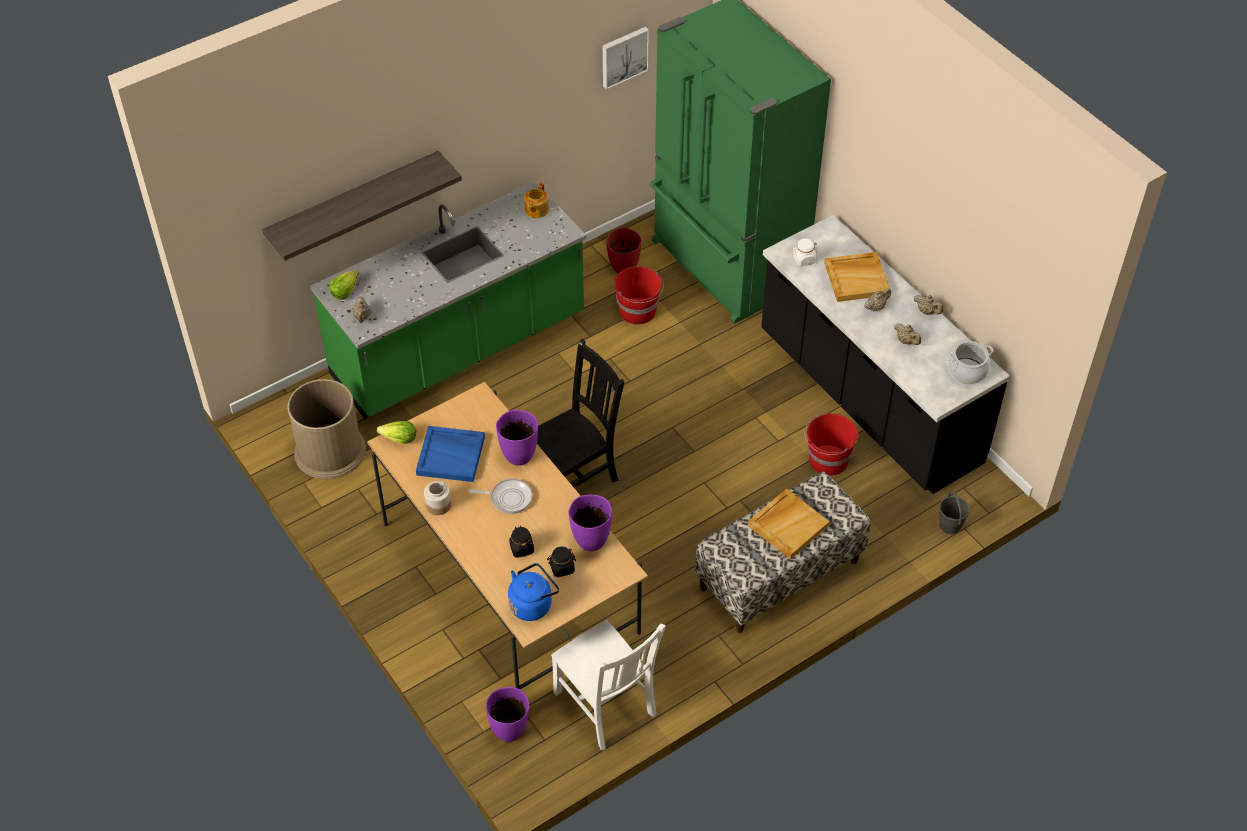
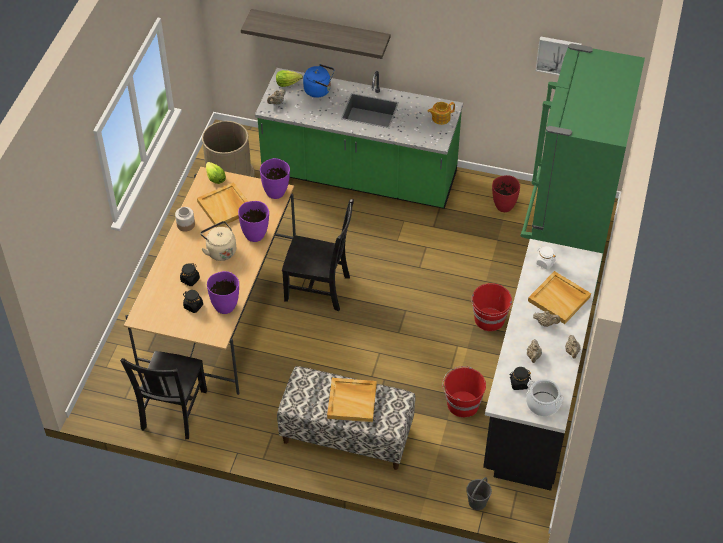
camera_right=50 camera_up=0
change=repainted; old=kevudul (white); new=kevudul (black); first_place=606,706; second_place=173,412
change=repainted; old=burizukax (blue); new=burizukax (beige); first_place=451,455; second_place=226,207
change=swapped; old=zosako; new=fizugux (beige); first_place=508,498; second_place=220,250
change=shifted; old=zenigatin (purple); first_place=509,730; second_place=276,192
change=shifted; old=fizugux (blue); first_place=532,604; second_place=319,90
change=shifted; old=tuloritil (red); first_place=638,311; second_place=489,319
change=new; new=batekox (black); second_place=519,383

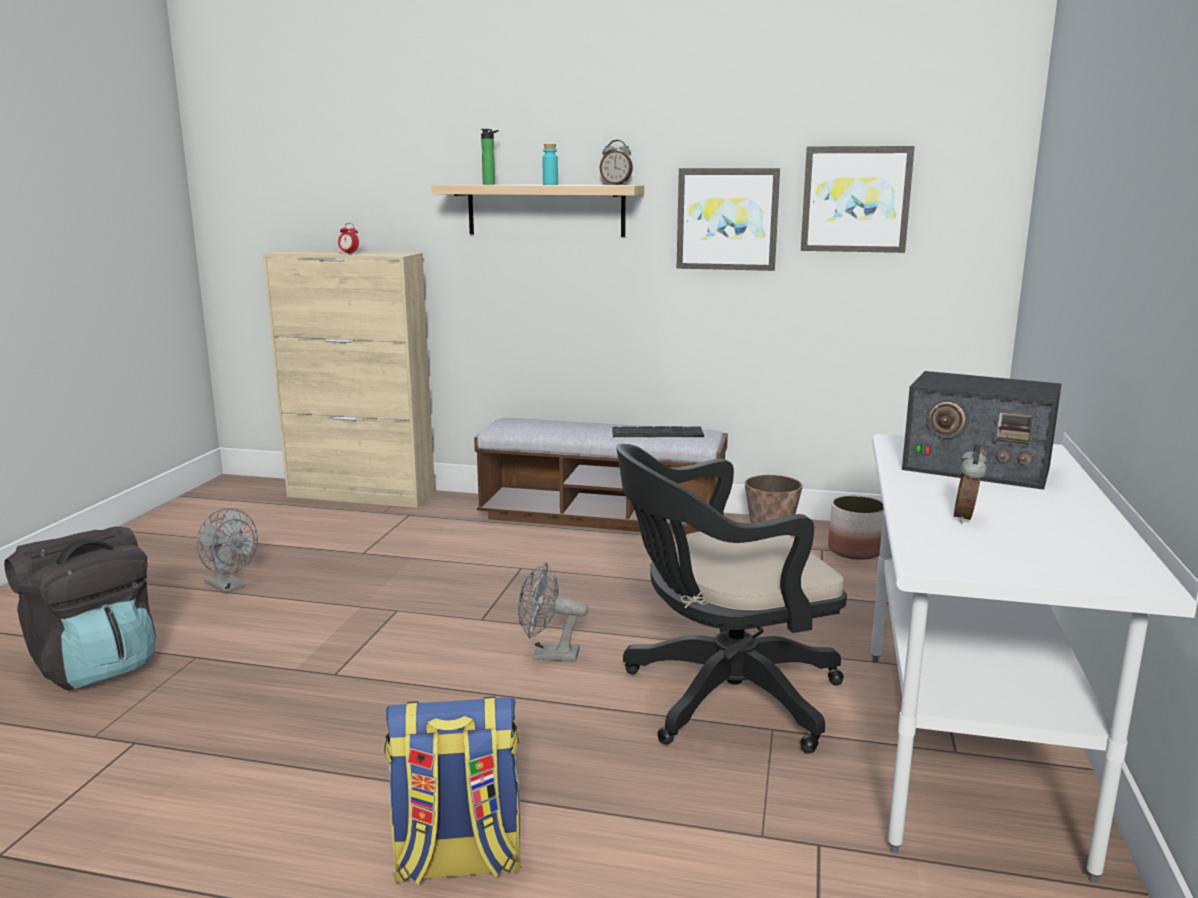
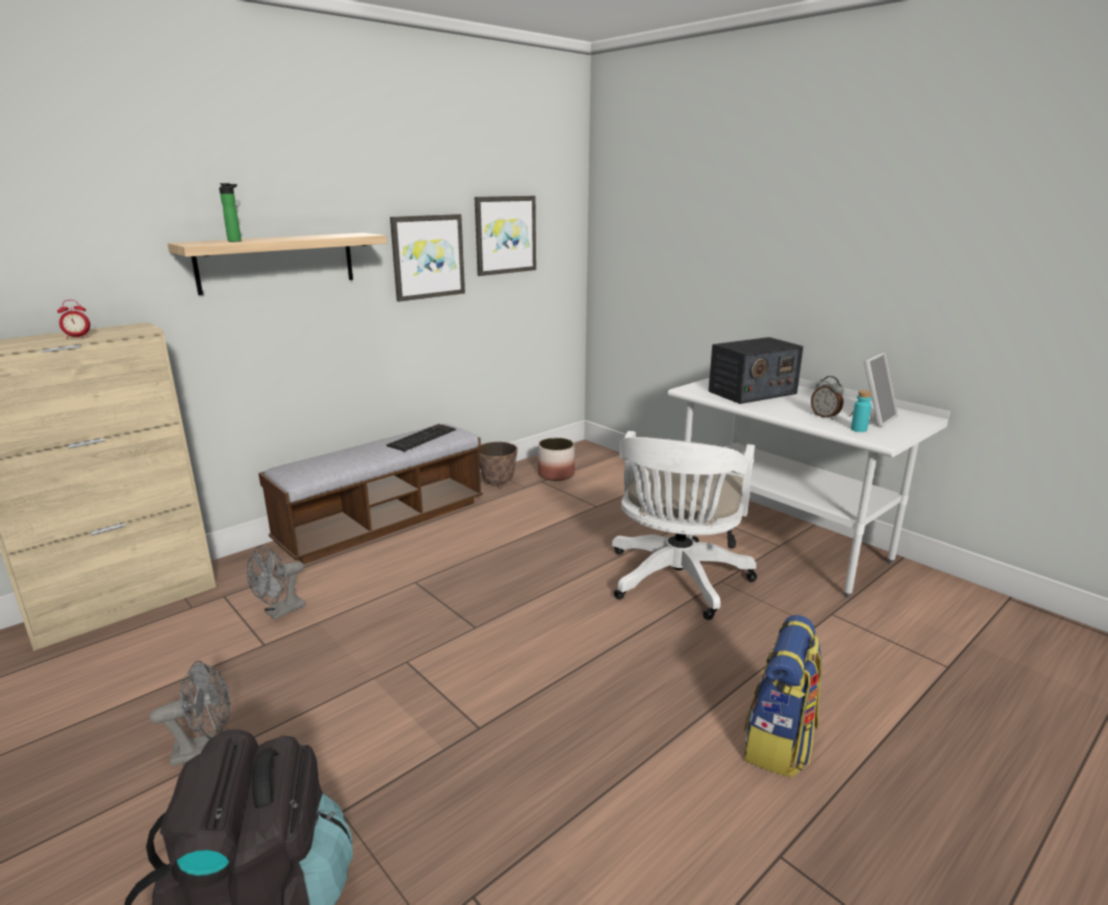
camera_right=-55 camera_up=5
change=shifted; old=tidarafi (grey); first_place=548,655; second_place=280,612
change=repainted; old=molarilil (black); new=molarilil (white); first_place=721,698; second_place=676,582
change=new; new=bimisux; second_place=872,418
change=shifted; old=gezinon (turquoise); first_place=550,184; second_place=858,429
change=gone; old=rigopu; first_place=616,184

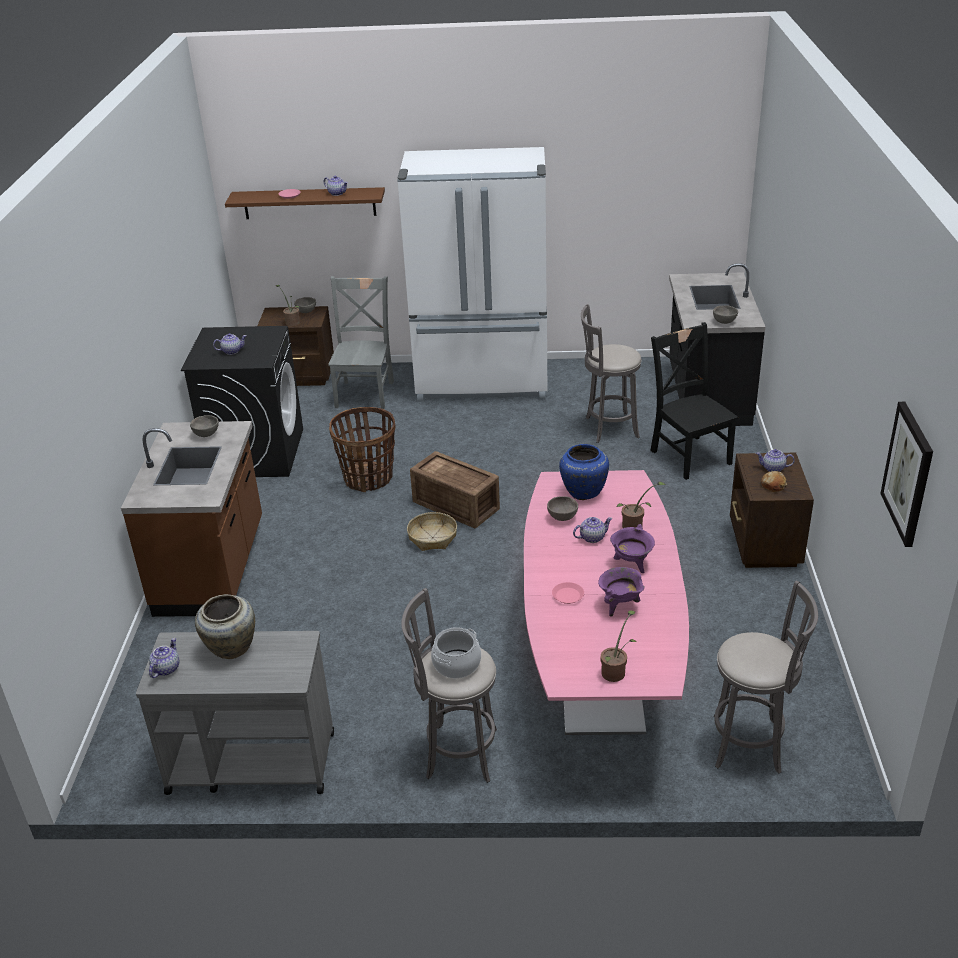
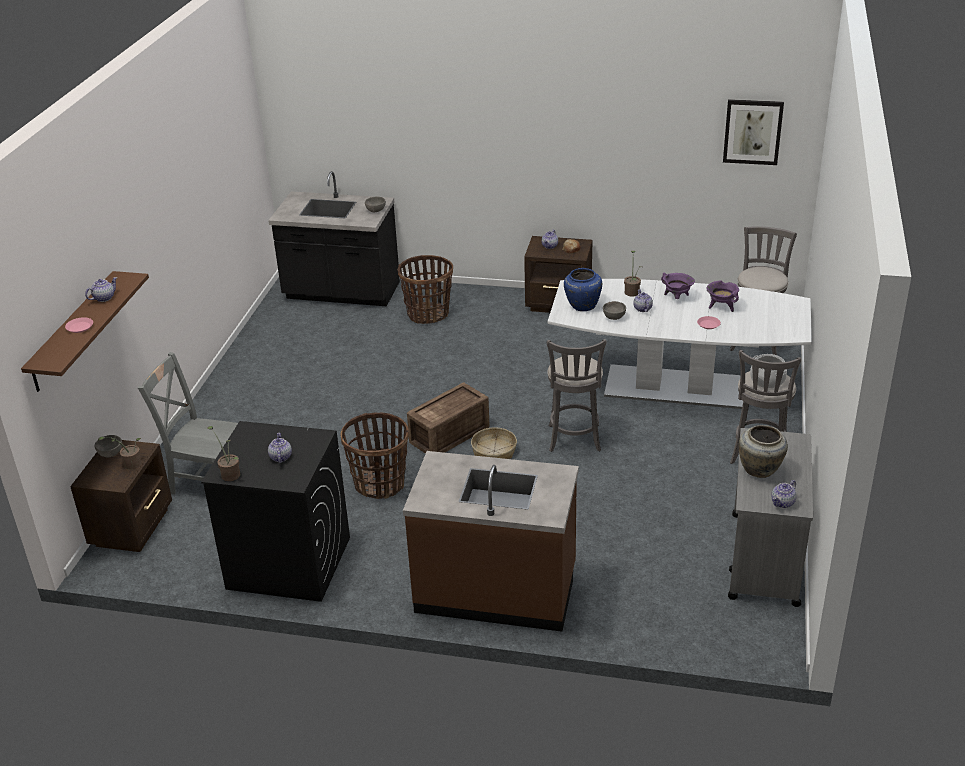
camera_right=-80 camera_up=0
change=shifted; old=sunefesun; first_place=616,671; second_place=229,473
change=swapped; old=kevudul (black); new=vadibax; first_place=689,455; second_place=428,314
change=shifted; old=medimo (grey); first_place=608,428; second_place=574,440
change=repainted; old=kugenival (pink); new=kugenival (white); first_place=599,664; second_place=674,387
change=rotated; old=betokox; first_place=166,668; second_place=783,503; degrees=-75
change=gone; old=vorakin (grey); first_place=206,434
change=gone; old=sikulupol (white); first_place=483,381

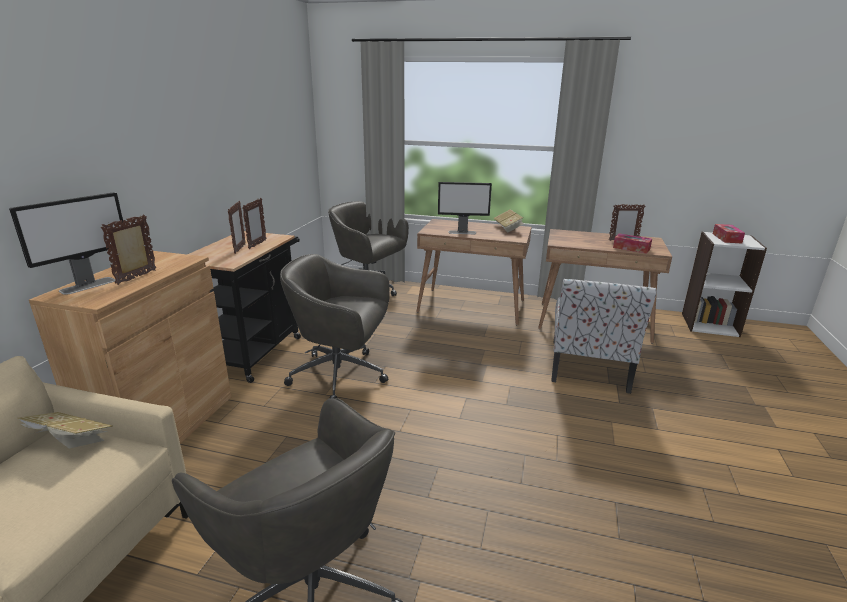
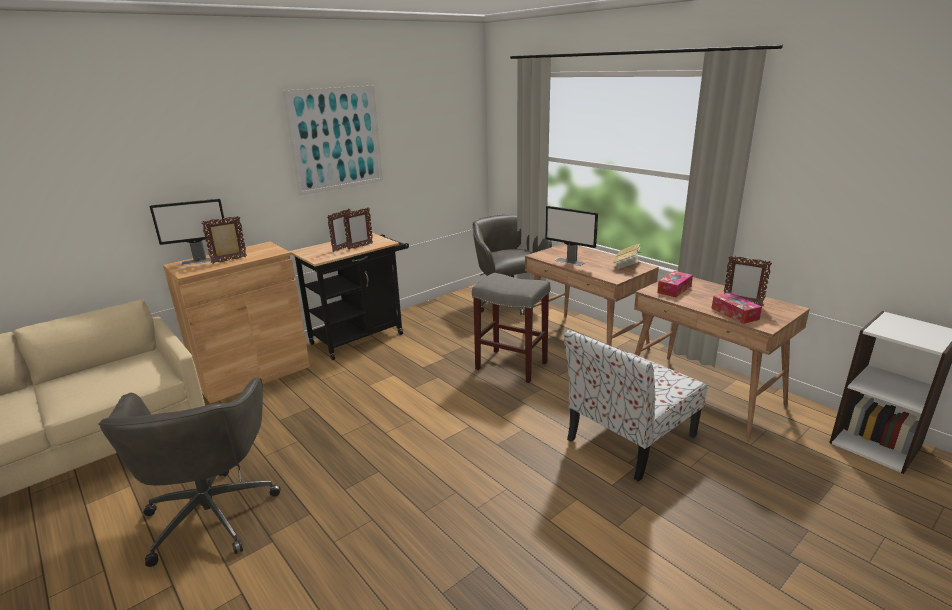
camera_right=35 camera_up=0
change=new; new=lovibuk; second_place=336,139
change=new; new=medimo (grey); second_place=510,366
change=shifted; old=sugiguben; first_place=726,238; second_place=674,289
change=gone; old=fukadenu; first_place=69,442
change=gone; old=molarilil (grey); first_place=341,375

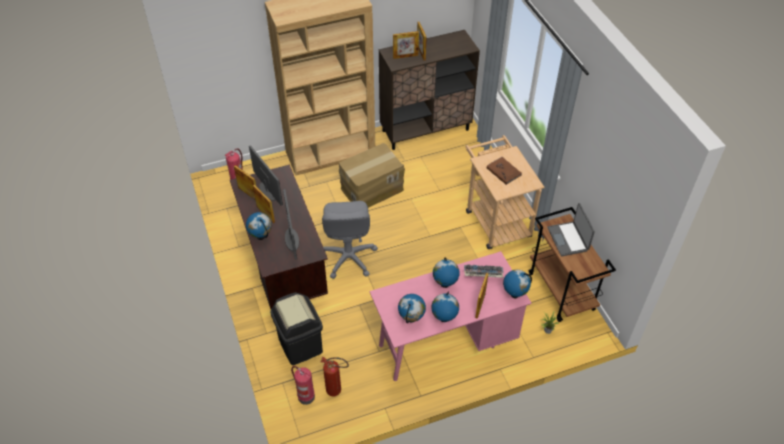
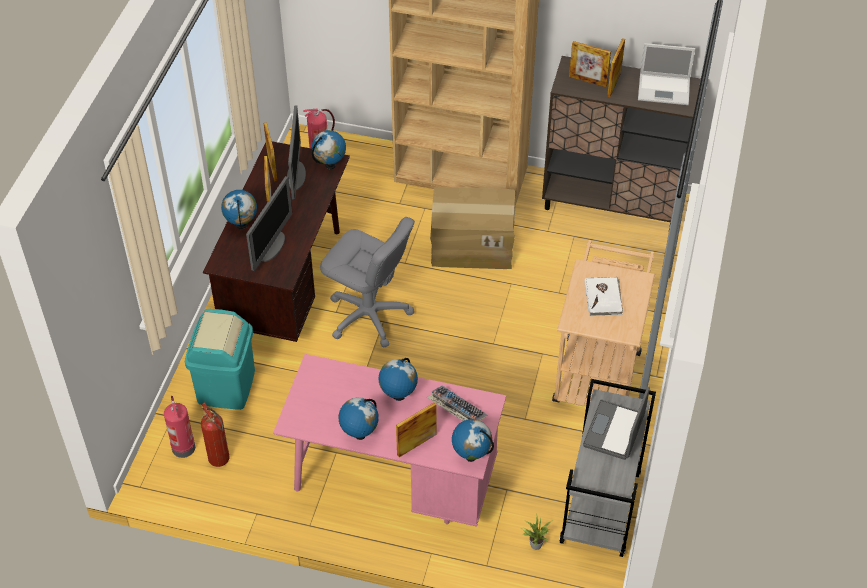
camera_right=35 camera_up=0
change=repainted; old=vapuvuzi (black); new=vapuvuzi (turquoise); first_place=300,345; second_place=226,386
change=shifted; old=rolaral; first_place=411,319; second_place=330,165
change=rotated; old=molarilil (grey); first_place=348,258; second_place=369,316; degrees=-90
change=repainted; old=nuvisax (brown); new=nuvisax (grey); first_place=561,291; second_place=601,508
change=repainted; old=fukadenu (brown); new=fukadenu (white); first_place=504,171; second_place=603,298
change=new; new=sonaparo; second_place=665,89

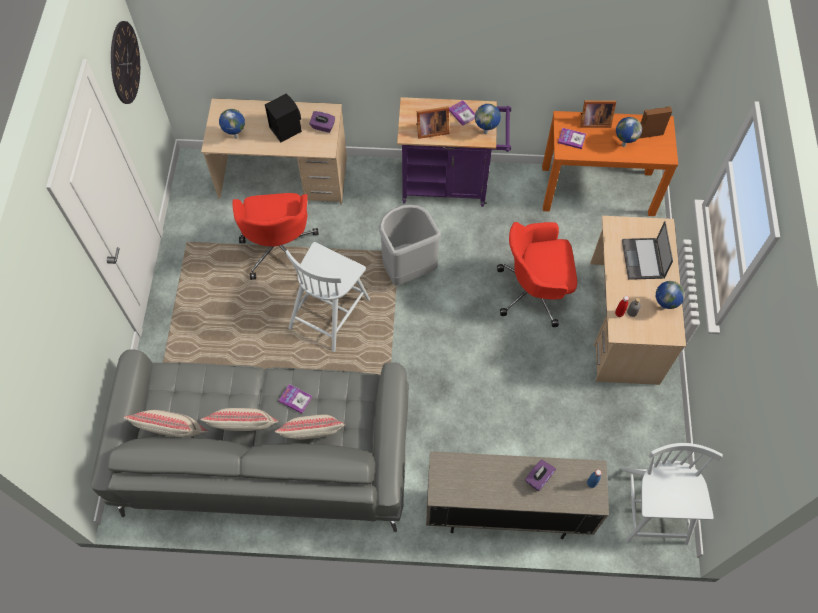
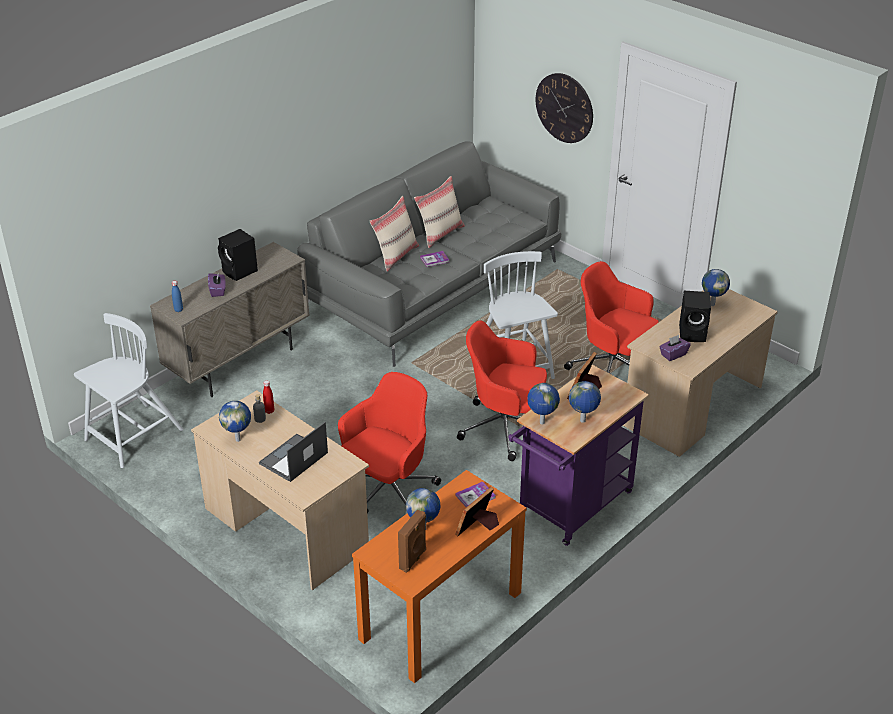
camera_right=130 camera_up=-25
change=rotated; old=kevudul (white); first_place=654,507; second_place=132,436; degrees=-90
change=new; new=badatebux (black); second_place=240,272
change=rotated; old=sonaparo; first_place=643,259; second_place=293,459; degrees=-90
change=swapped; old=vapuvuzi (grey); new=molarilil (red); first_place=407,269; second_place=504,428
change=shifted; old=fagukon; first_place=124,62; second_place=564,108
change=swapped; old=fukadenu; new=rolaral; first_place=462,113; second_place=583,421
change=gone; old=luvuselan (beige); first_place=174,434

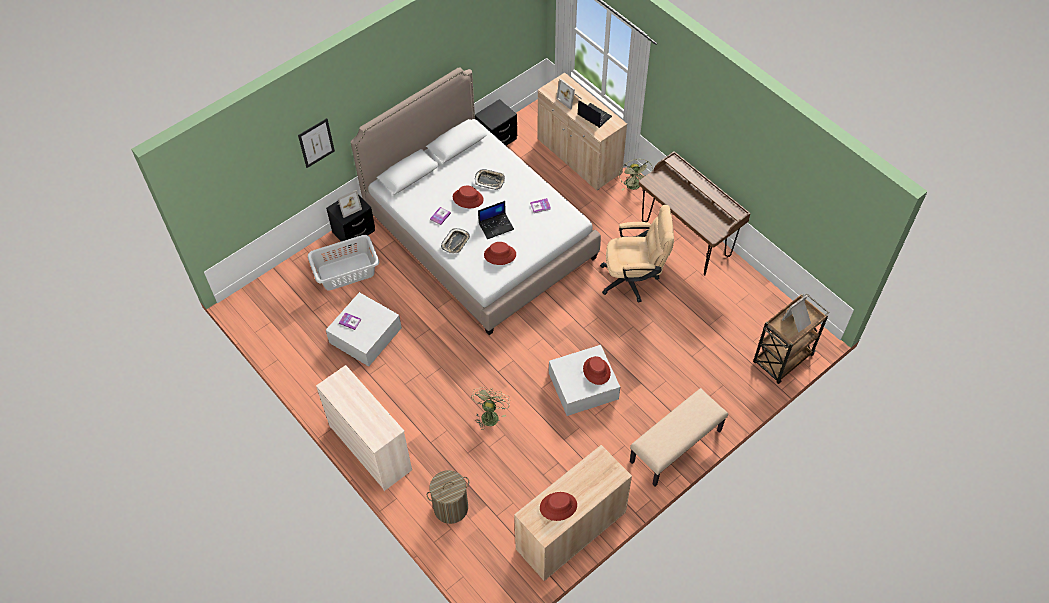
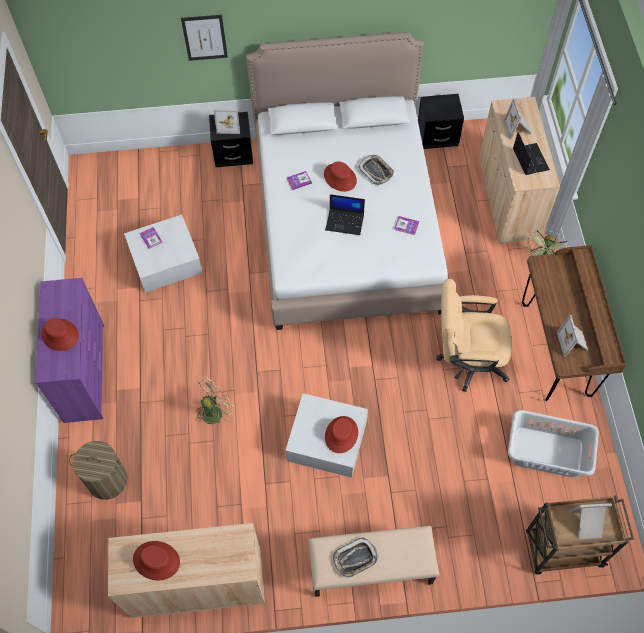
camera_right=35 camera_up=5
change=repainted; old=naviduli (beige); new=naviduli (purple); first_place=371,448; second_place=85,373
change=shifted; old=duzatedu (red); first_place=500,255; second_place=60,335
change=shifted; old=burizukax; first_place=455,242; second_place=355,559
change=rotated; old=molarilil (beige); first_place=634,279; second_place=466,360; degrees=150
change=shifted; old=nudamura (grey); first_place=346,272; second_place=547,453
change=new; new=bimisux; second_place=573,342

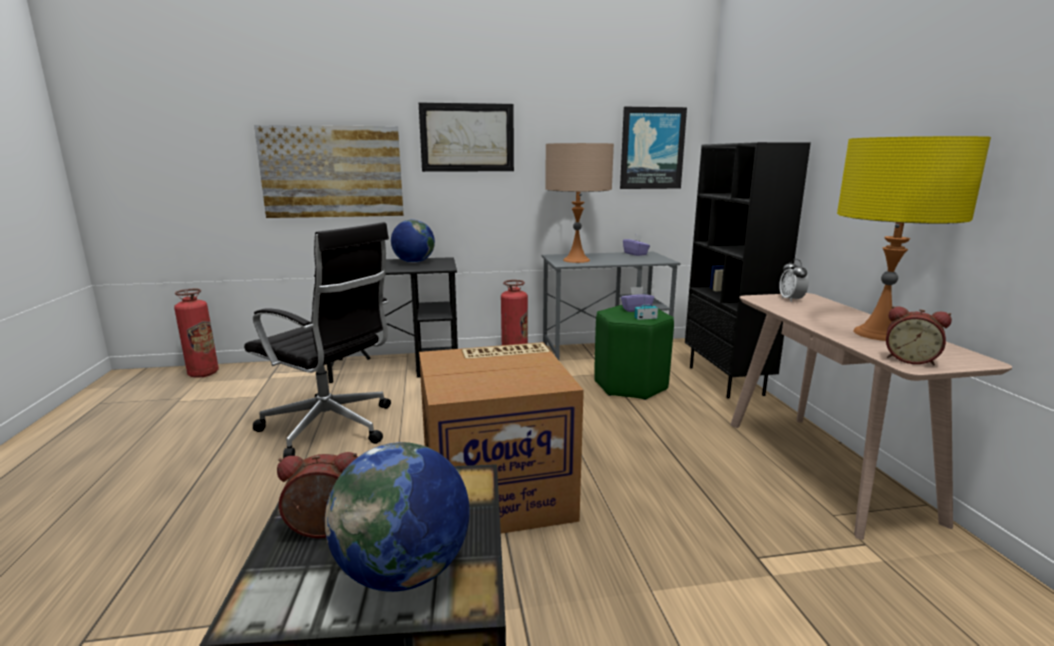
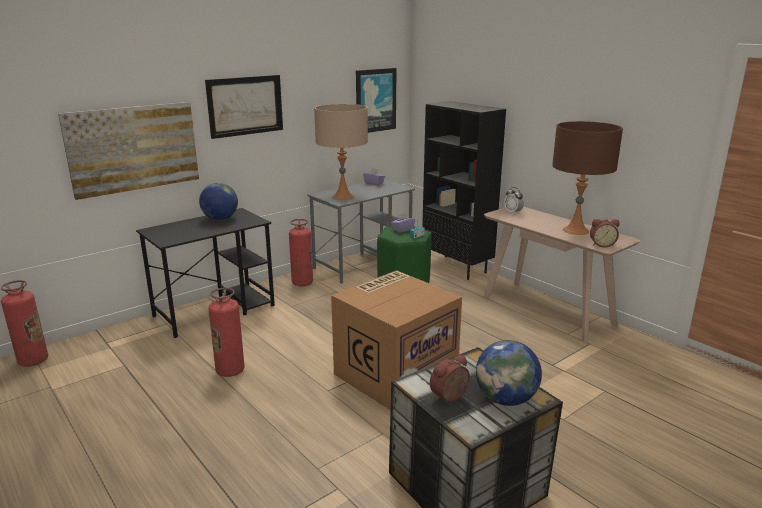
camera_right=-30 camera_up=5
change=swapped; old=molarilil (black); new=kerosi; first_place=331,428; second_place=230,371
change=repainted; old=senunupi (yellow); new=senunupi (brown); first_place=879,334; second_place=575,230

